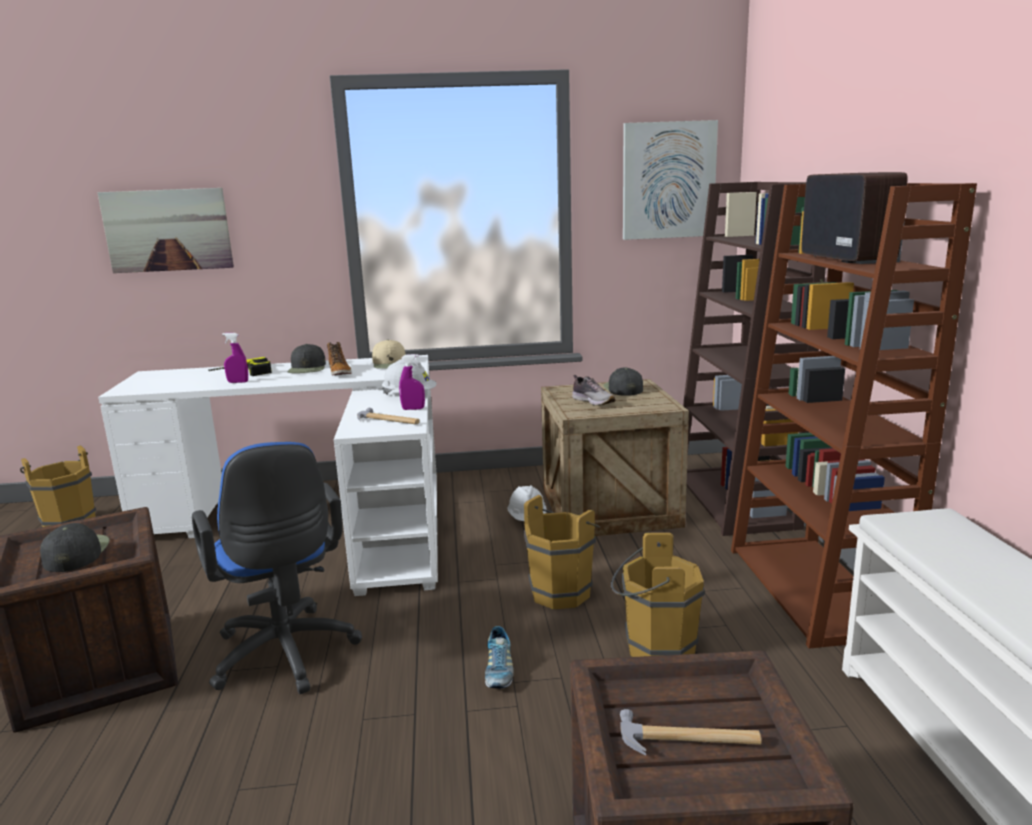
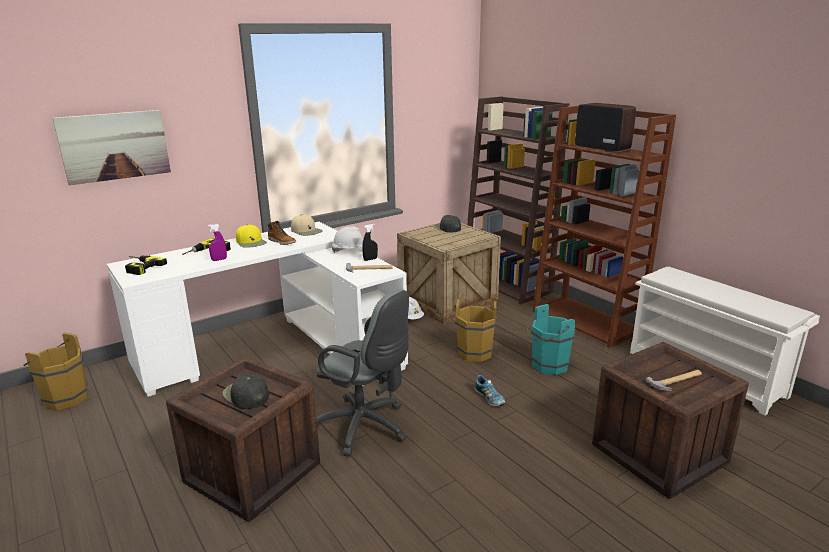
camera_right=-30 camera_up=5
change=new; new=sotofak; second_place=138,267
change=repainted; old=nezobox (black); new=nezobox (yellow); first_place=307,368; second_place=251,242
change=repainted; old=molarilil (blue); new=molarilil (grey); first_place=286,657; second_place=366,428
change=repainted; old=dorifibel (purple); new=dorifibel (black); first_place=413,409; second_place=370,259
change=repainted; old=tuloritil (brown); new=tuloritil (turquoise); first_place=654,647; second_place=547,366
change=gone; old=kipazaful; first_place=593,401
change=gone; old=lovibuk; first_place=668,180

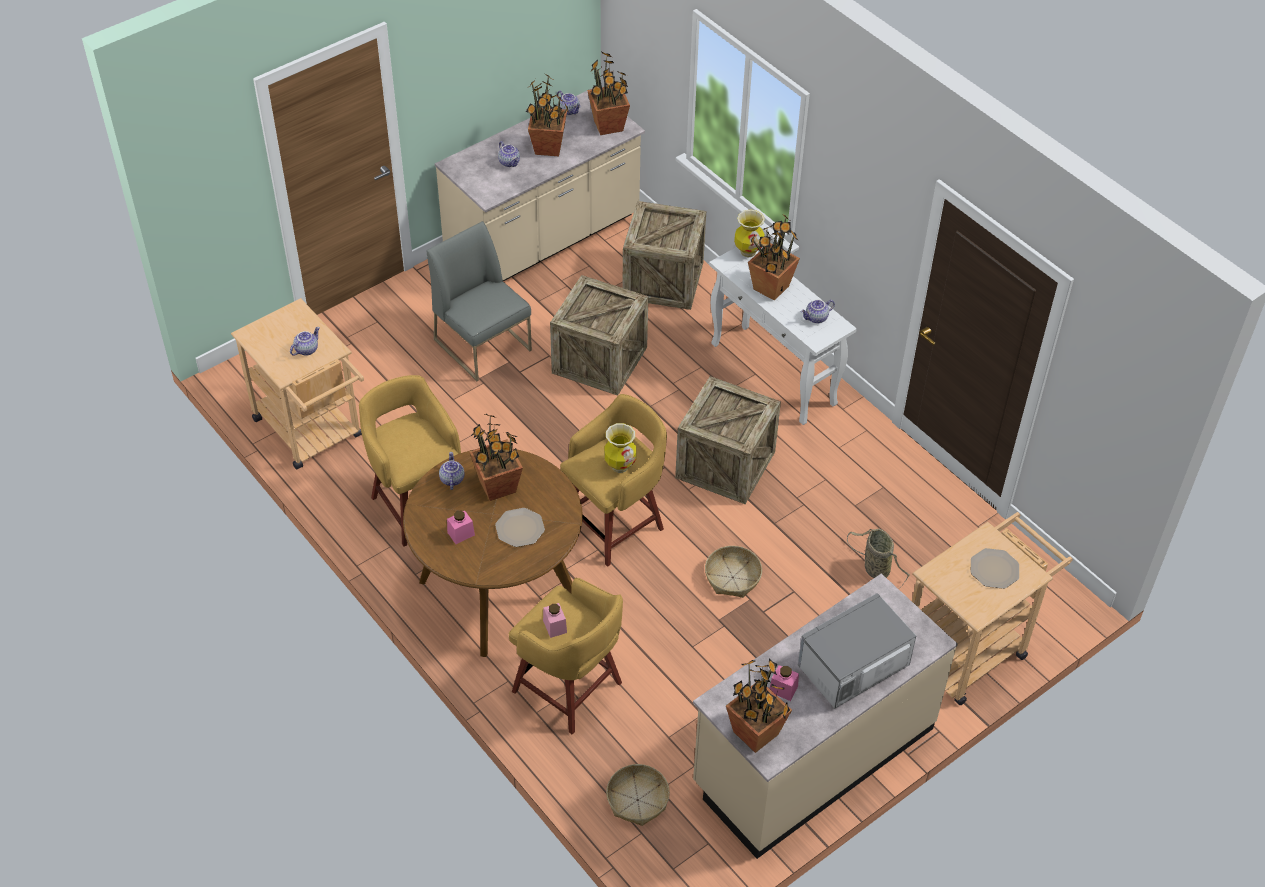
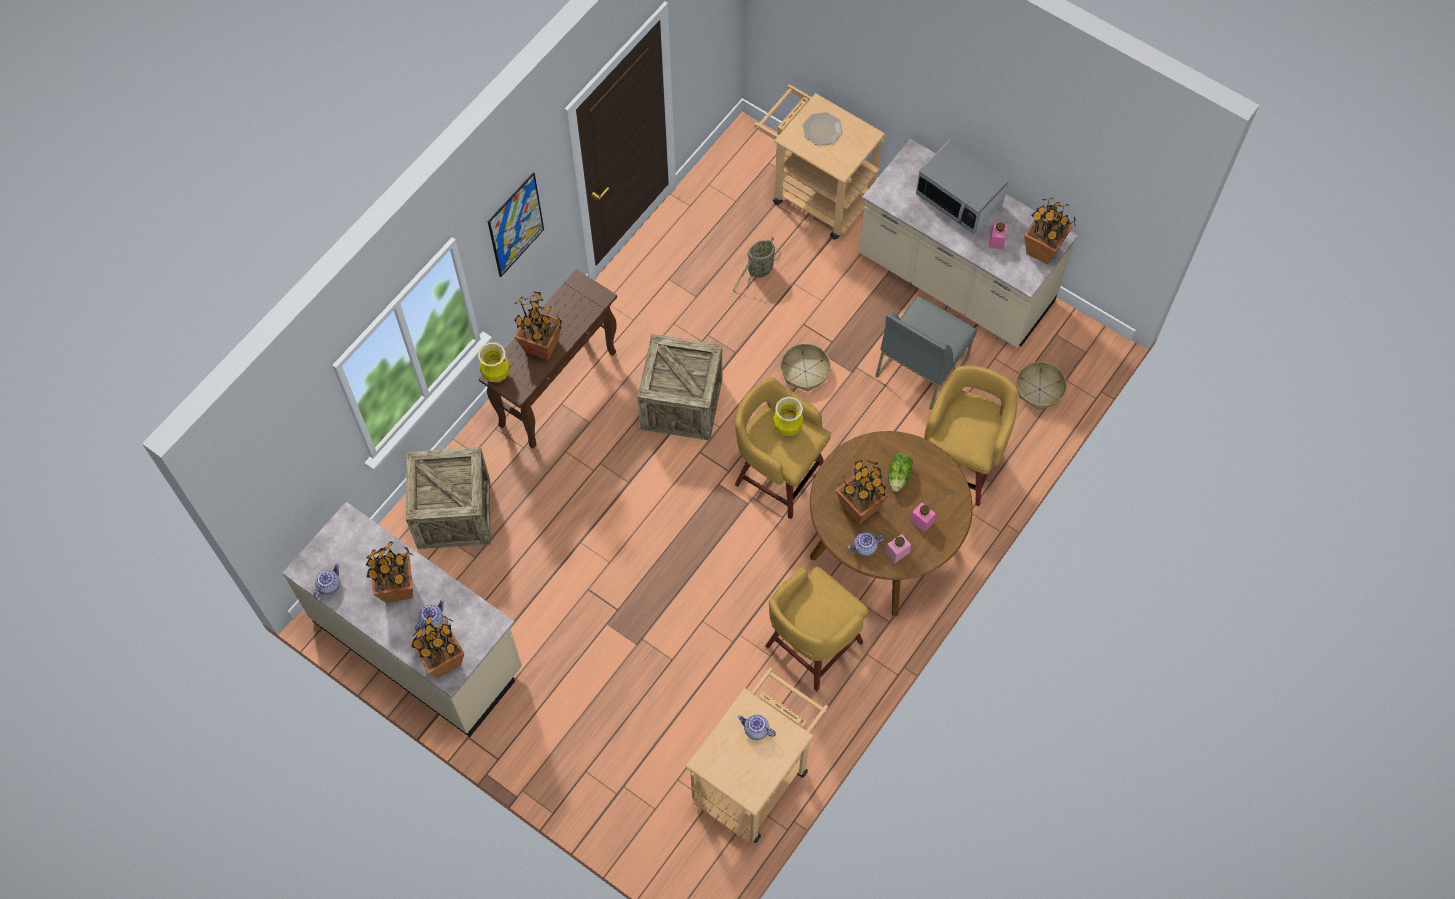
camera_right=-105 camera_up=15
change=shifted; old=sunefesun; first_place=608,126; second_place=443,660
change=repainted; old=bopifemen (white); new=bopifemen (brown); first_place=774,375; second_place=558,388
change=new; new=lovibuk; second_place=516,225
change=shifted; old=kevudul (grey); first_place=483,345; second_place=921,366
change=shifted; old=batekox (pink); first_place=555,626; second_place=897,552
change=swapped; old=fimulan; new=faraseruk; first_place=520,528; second_place=899,476
change=gone; old=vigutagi; first_place=599,360
change=gone; old=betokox; first_place=816,318

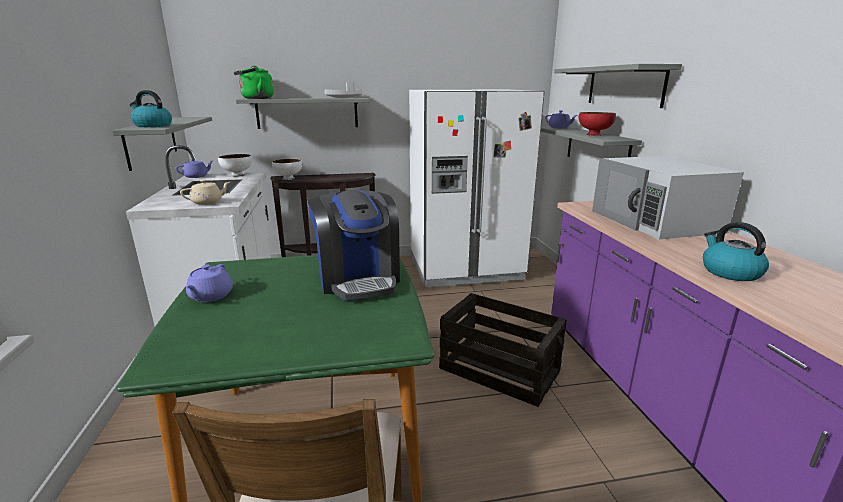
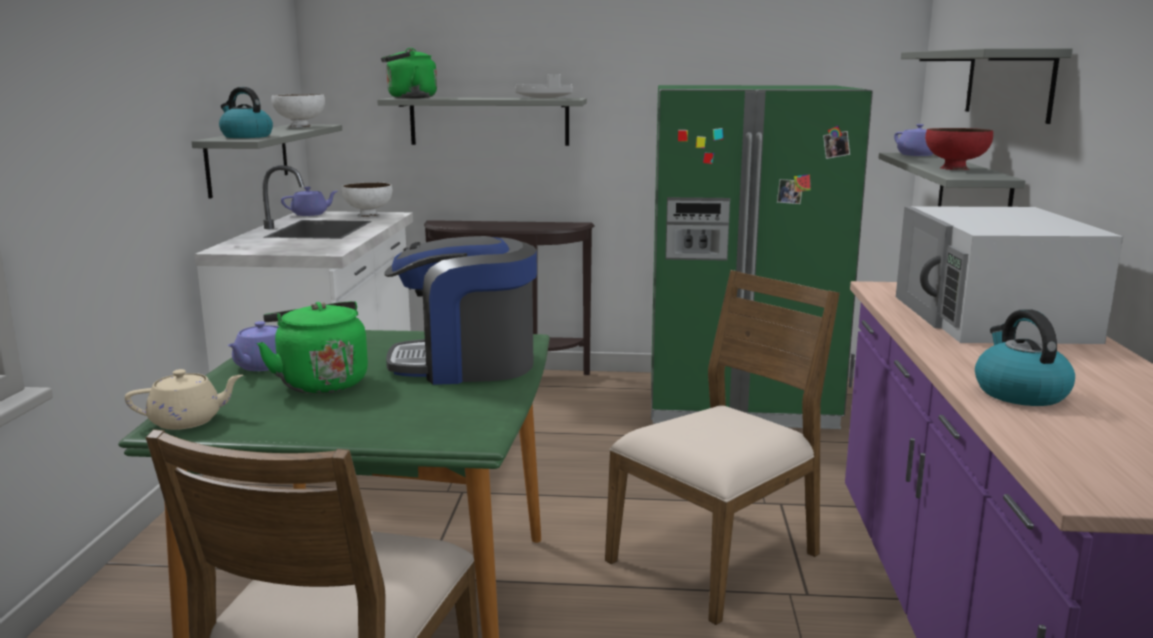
camera_right=15 camera_up=-5
change=shifted; old=betokox (beige); first_place=208,202; second_place=188,421
change=new; new=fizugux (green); second_place=320,382
change=shifted; old=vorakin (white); first_place=289,178; second_place=301,127
change=rotated; old=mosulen; first_place=358,279; second_place=466,365; degrees=90
change=swapped; old=vigutagi; new=kevudul (brown); first_place=500,370; second_place=717,558
change=repainted; old=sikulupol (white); new=sikulupol (green); first_place=465,268; second_place=739,401

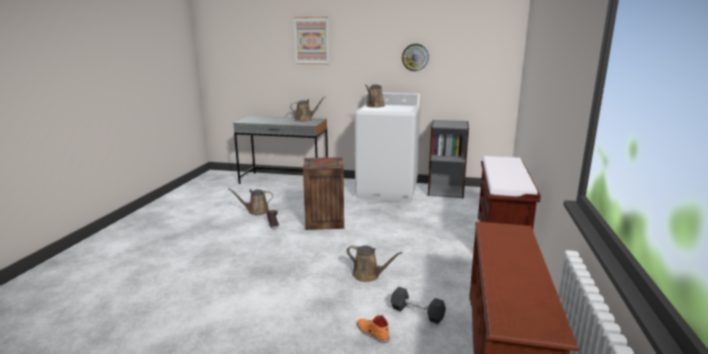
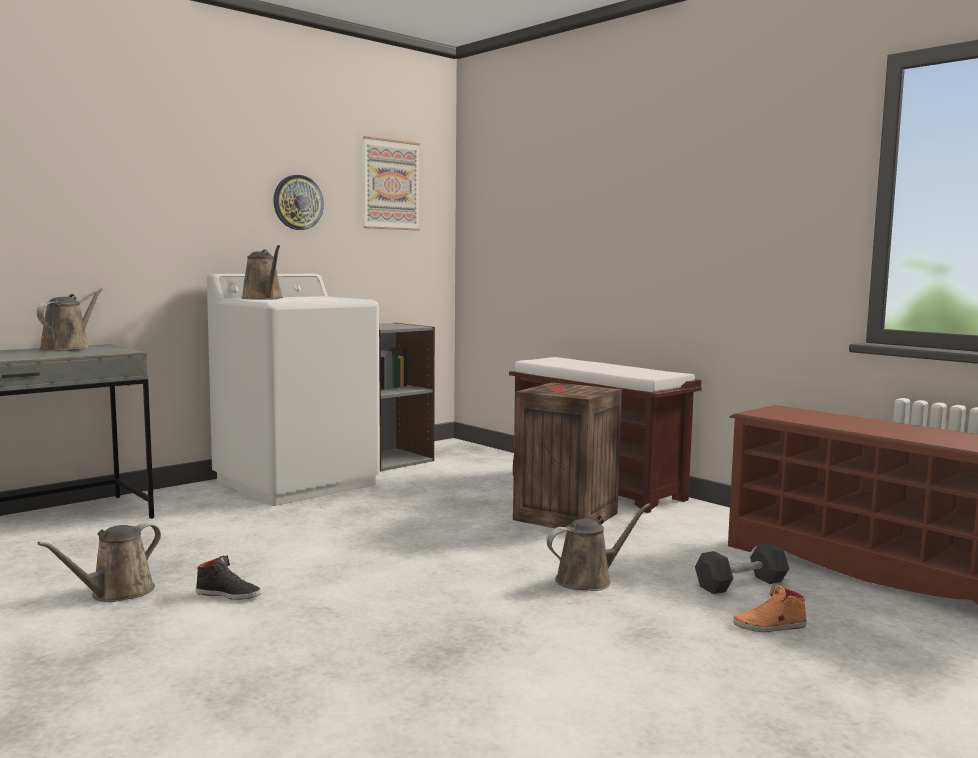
camera_right=-55 camera_up=-10
change=shifted; old=lovibuk; first_place=311,40; second_place=390,185
change=shifted; old=vigutagi; first_place=324,221; second_place=563,517

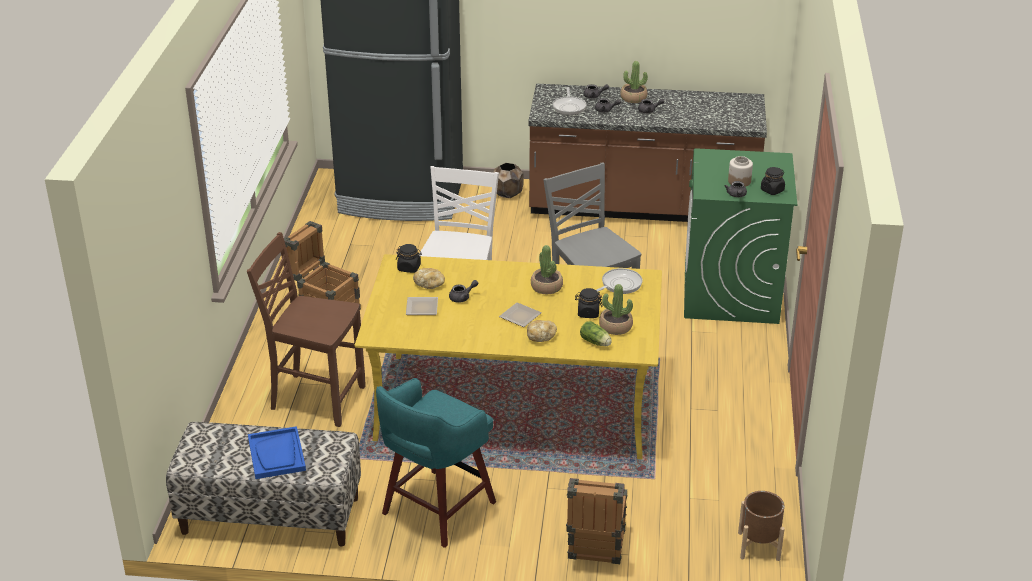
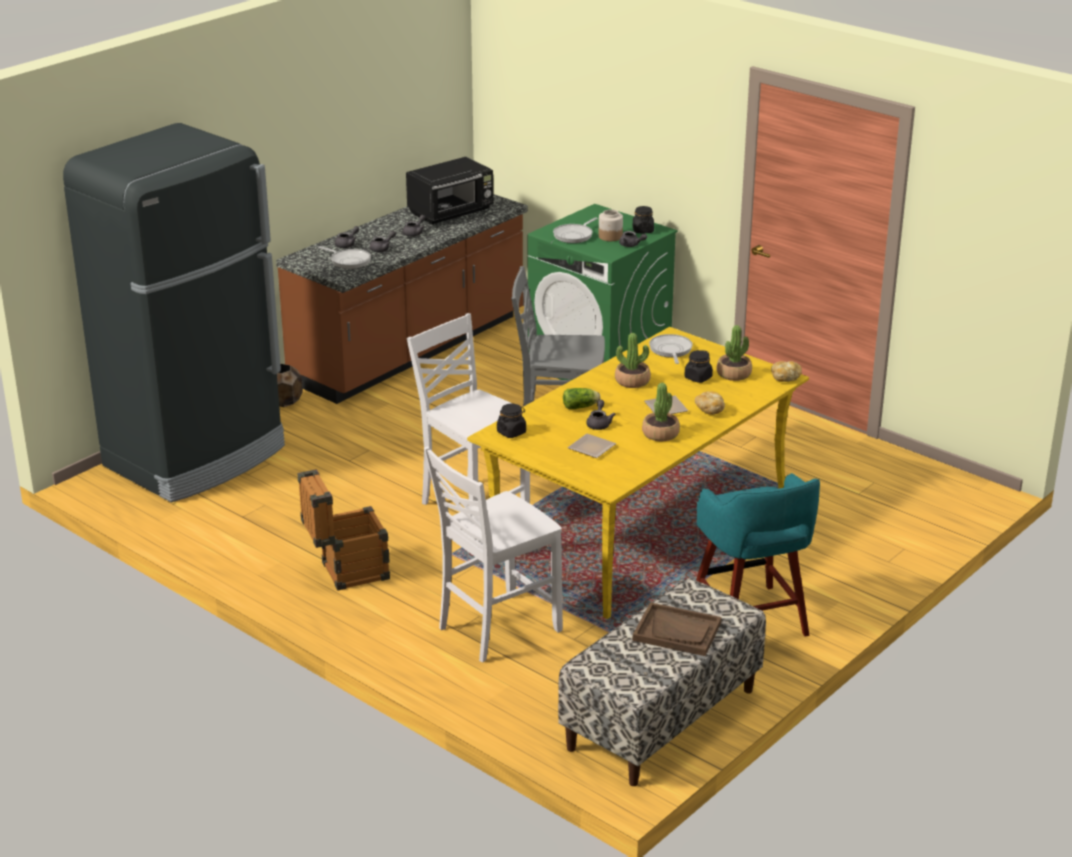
camera_right=-55 camera_up=-5
change=new; new=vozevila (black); second_place=451,212
change=repainted; old=kevudul (brown); new=kevudul (white); first_place=316,398; second_place=496,629
change=new; new=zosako; second_place=574,235
change=shifted; old=faraseruk; first_place=596,343; second_place=581,407
change=repainted; old=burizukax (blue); new=burizukax (brown); first_place=277,454; second_place=677,631
change=shifted; old=sunefesun; first_place=633,98; second_place=660,434
change=shifted; old=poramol; first_place=429,284; second_place=785,378
change=gone; old=vigutagi; first_place=595,549
change=gone; old=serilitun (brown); first_place=758,546

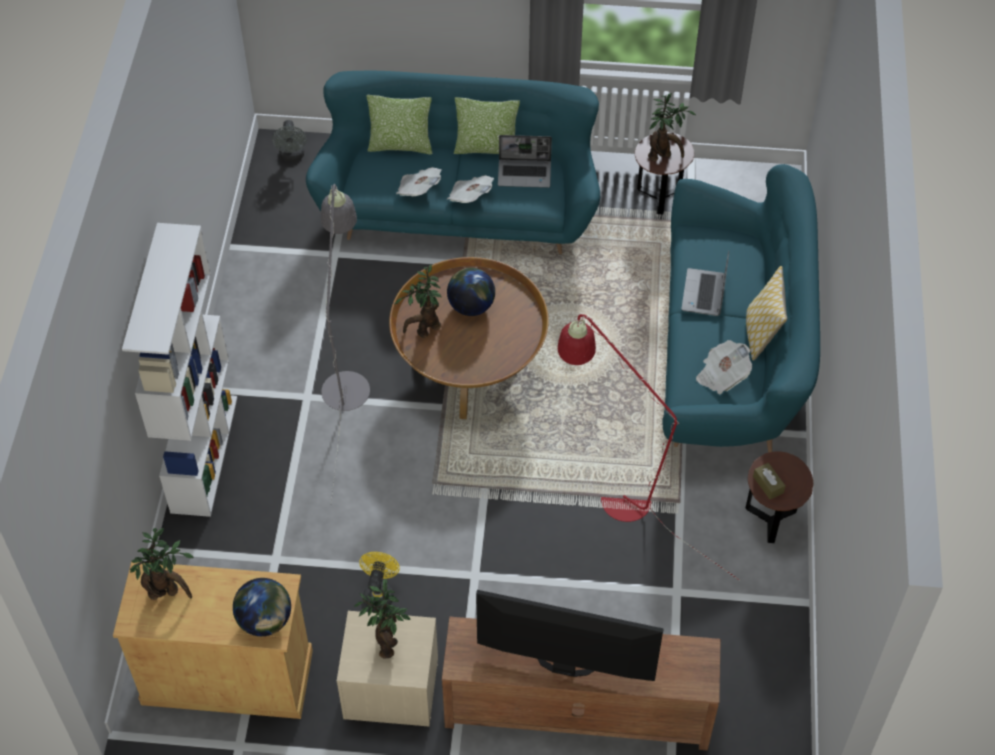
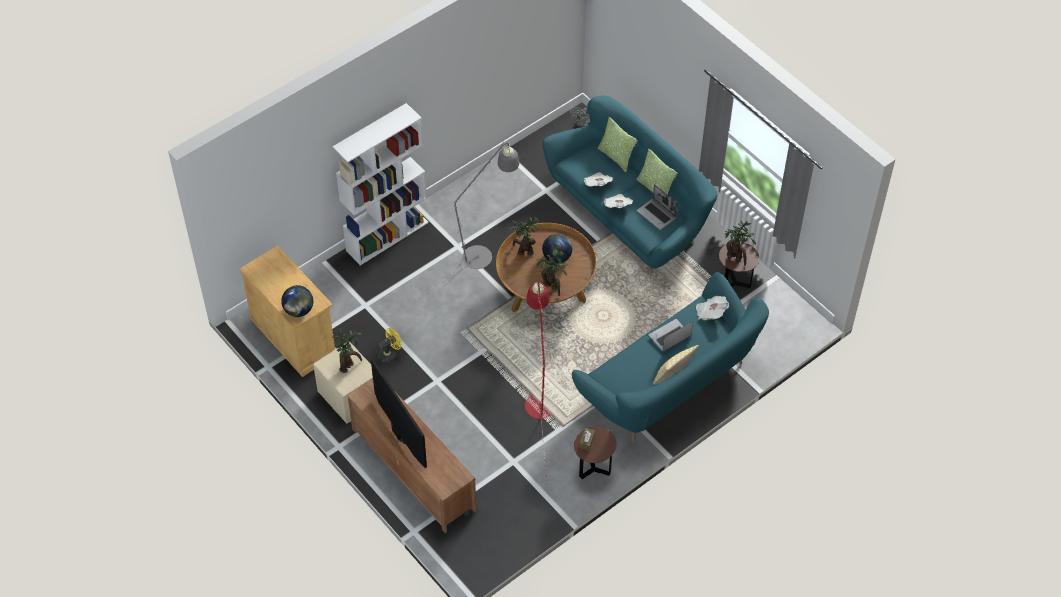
camera_right=45 camera_up=0
change=shifted; old=sunefesun; first_place=167,593; second_place=552,286
change=shifted; old=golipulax; first_place=722,375; second_place=710,312

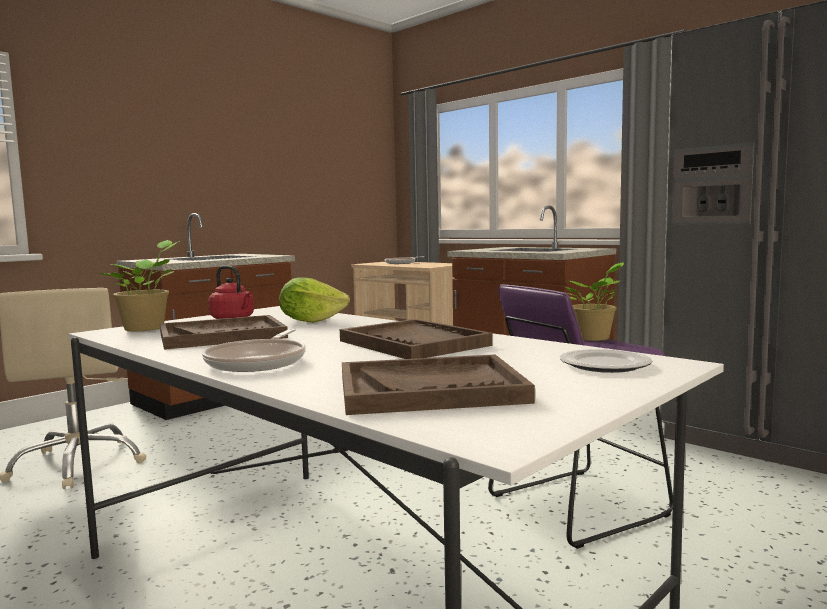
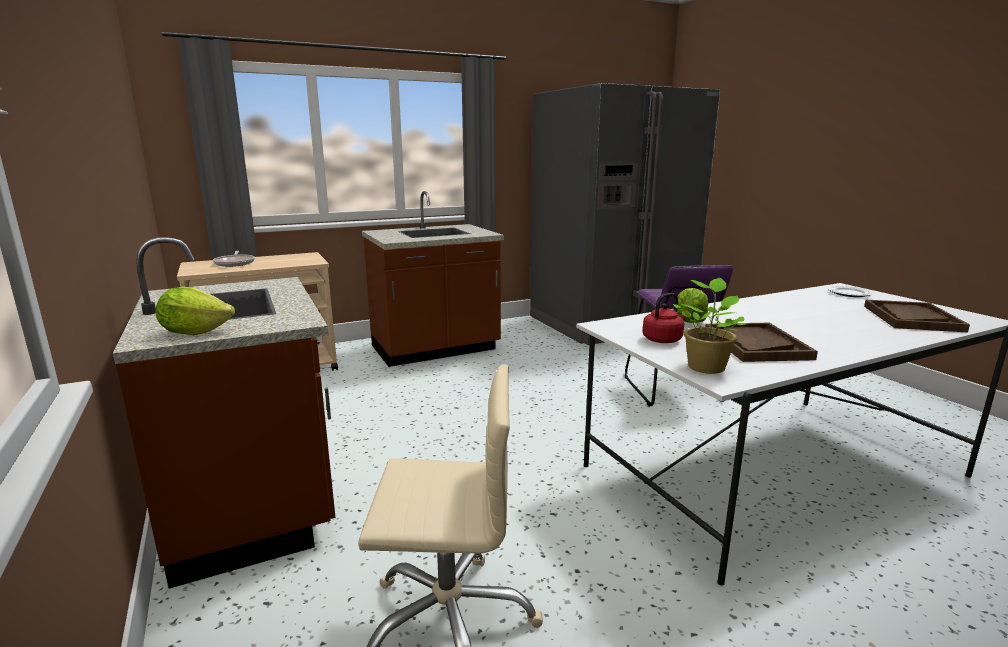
camera_right=-70 camera_up=10
change=new; new=faraseruk; second_place=195,332
change=gone; old=zosako; first_place=259,361
change=gone; old=burizukax (brown); first_place=414,343
change=gone; old=sunefesun; first_place=594,338

